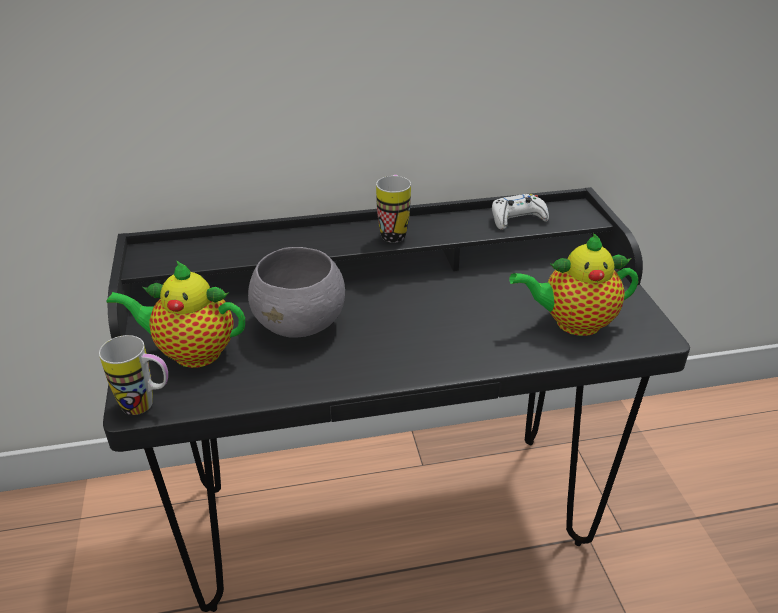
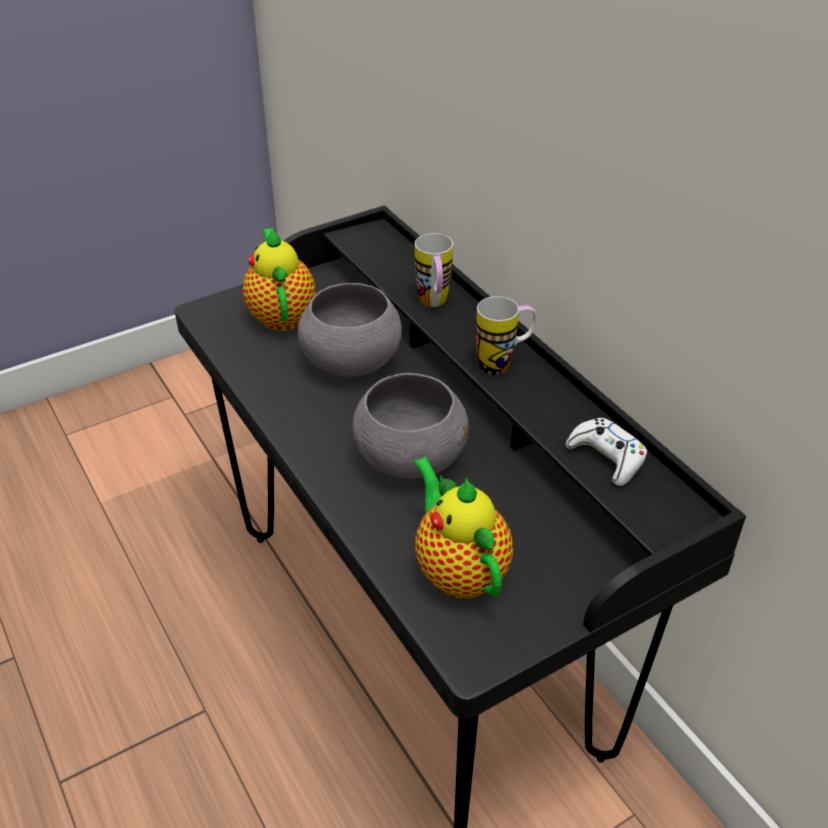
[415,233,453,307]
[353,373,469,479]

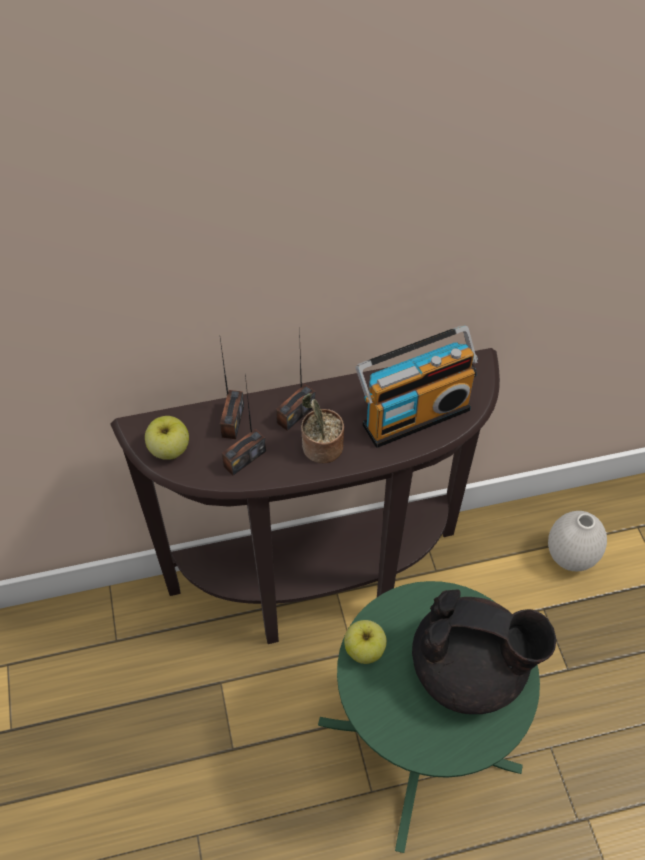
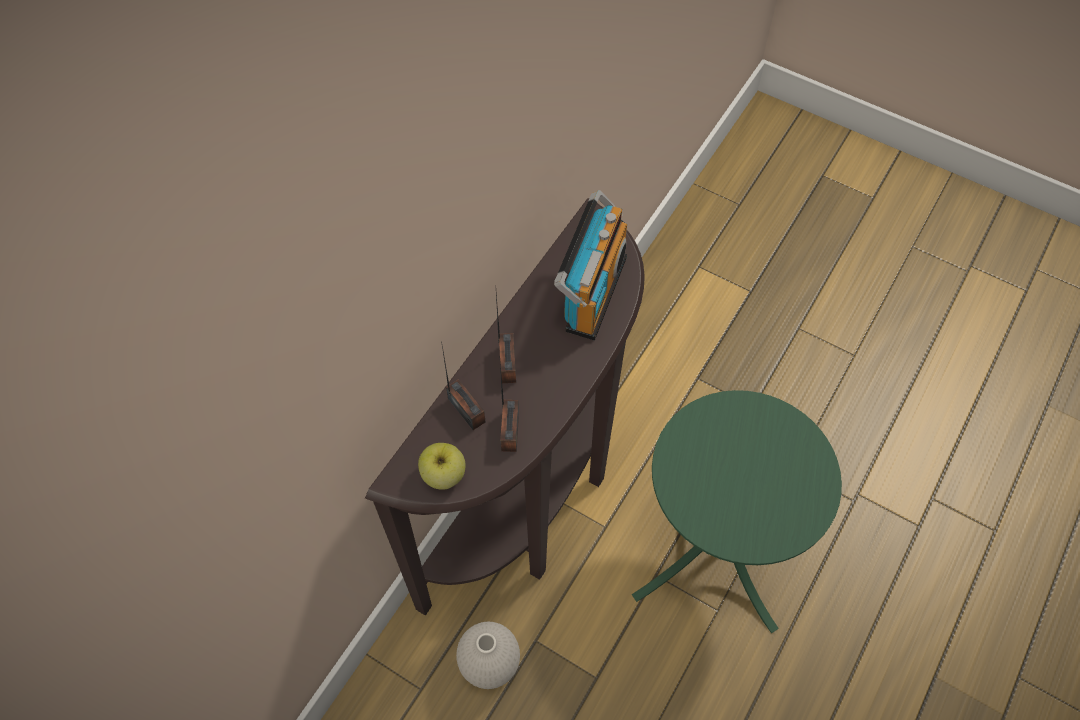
[301,393,344,463] (first image)
[456,622,520,689]
[412,589,556,714] (first image)
[344,620,387,664] (first image)

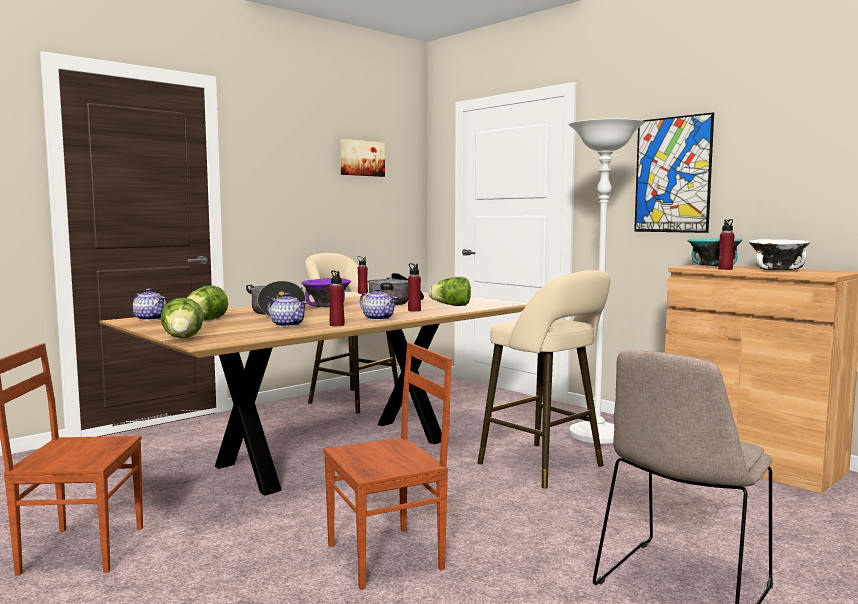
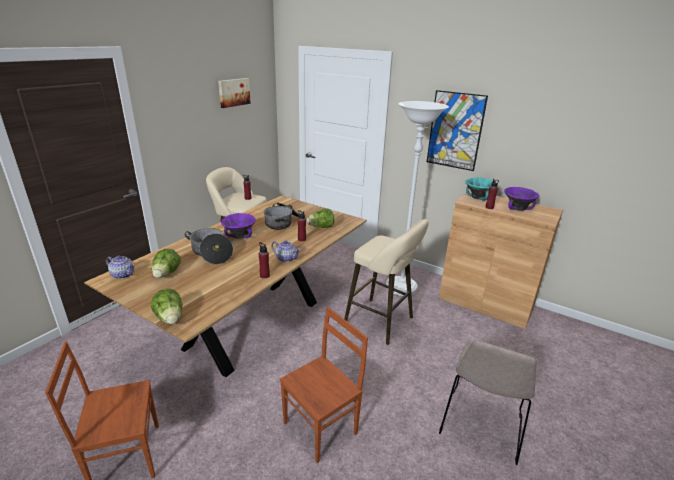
[504,187,539,211]
[267,293,307,327] (first image)

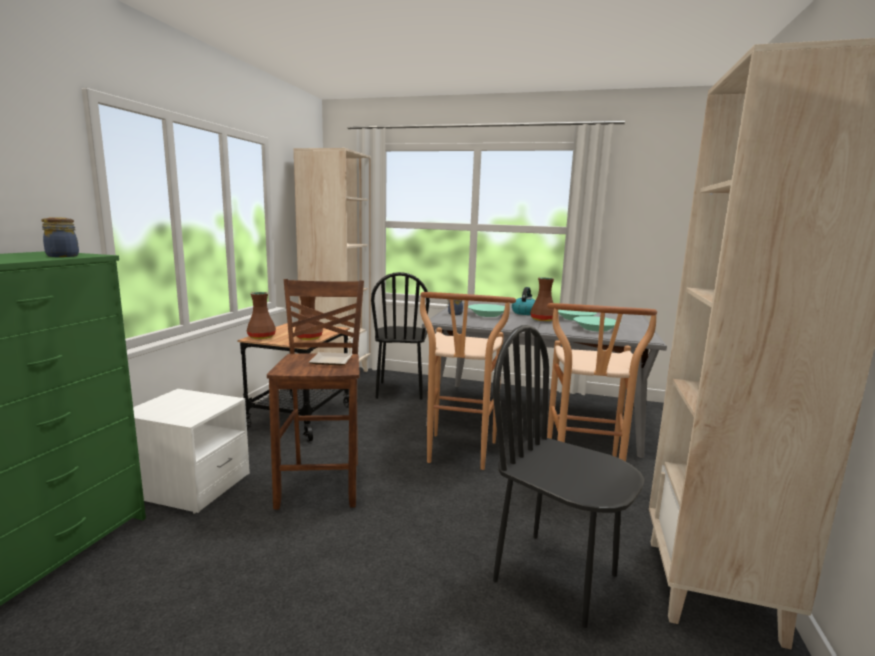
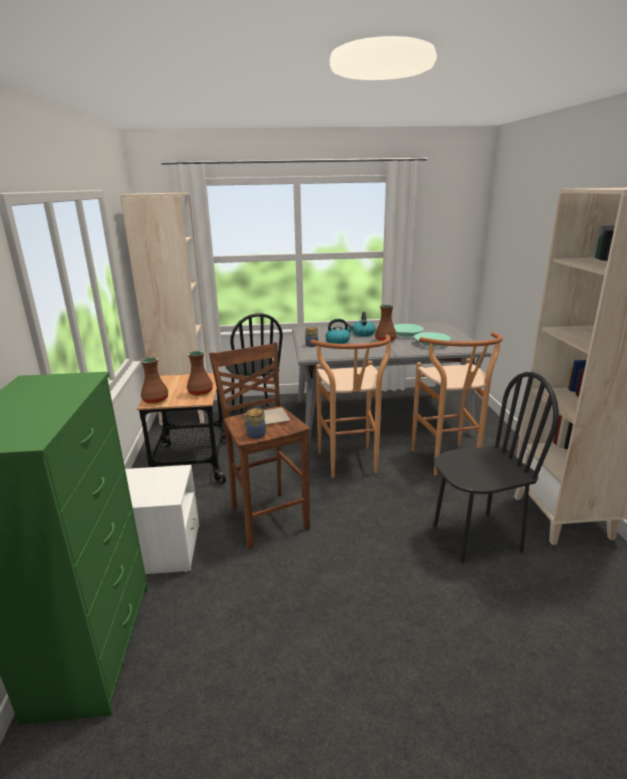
[244,408,266,439]
[326,319,354,344]
[434,372,559,563]

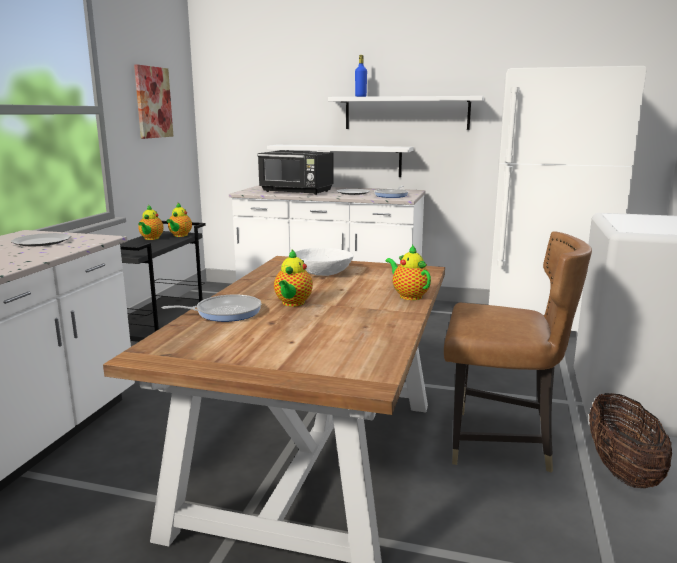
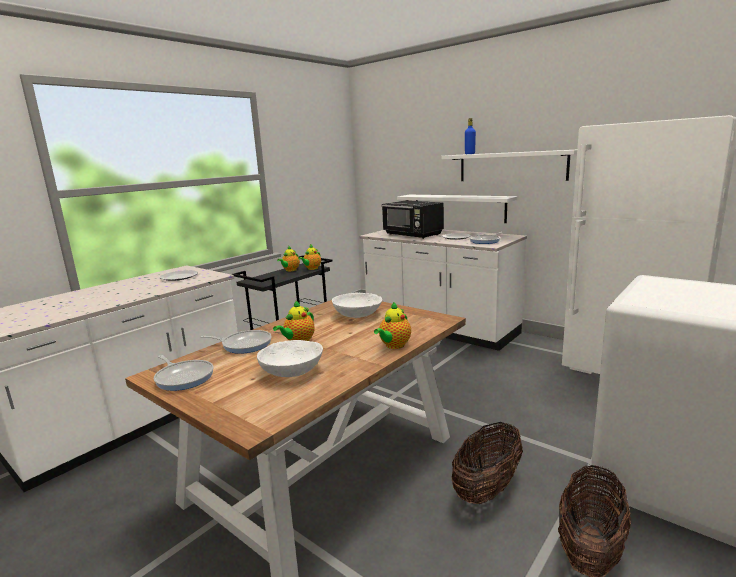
[134,65,173,139] (first image)
[452,422,523,504]
[374,302,411,349]
[257,340,323,377]
[154,355,214,391]

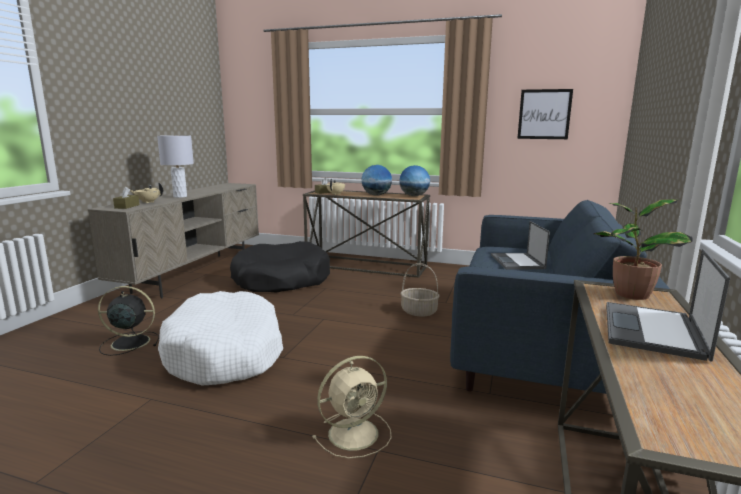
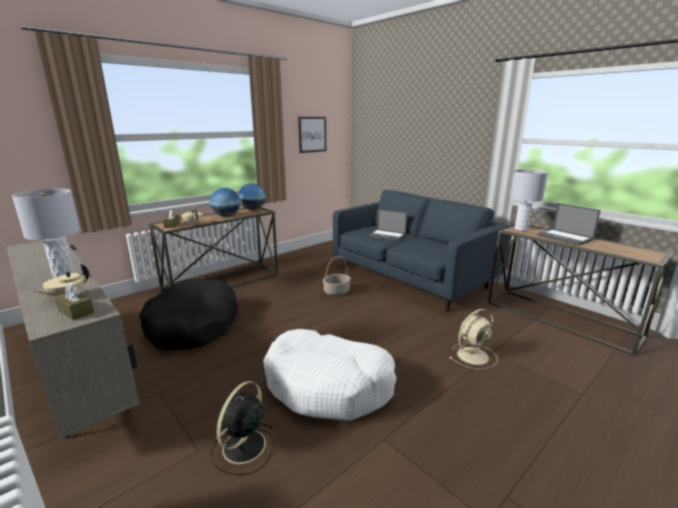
[510,169,548,231]
[449,309,498,370]

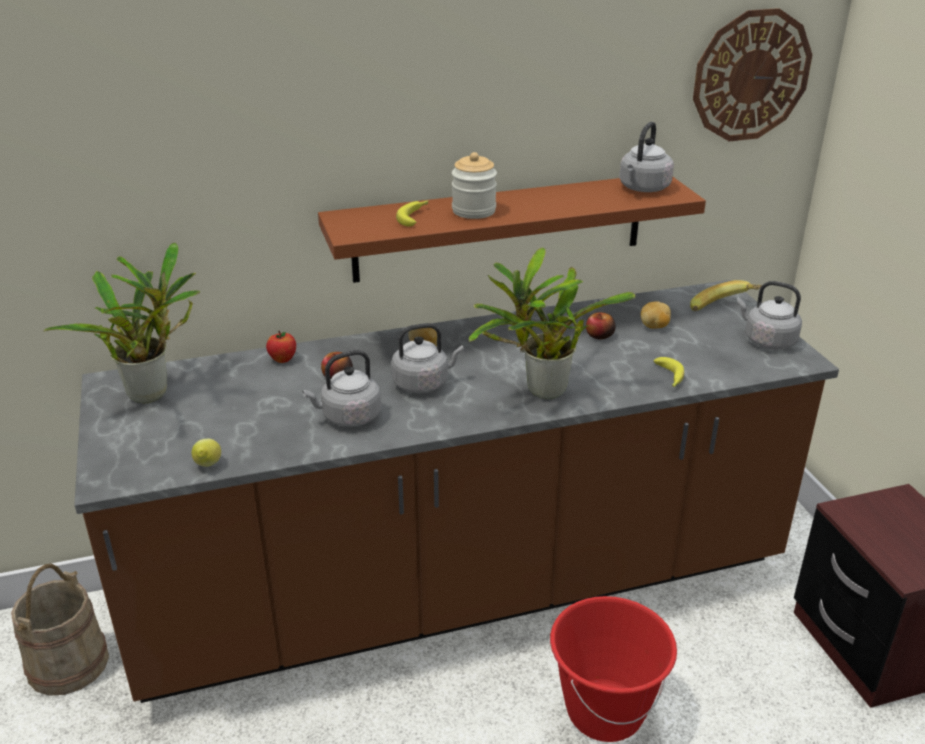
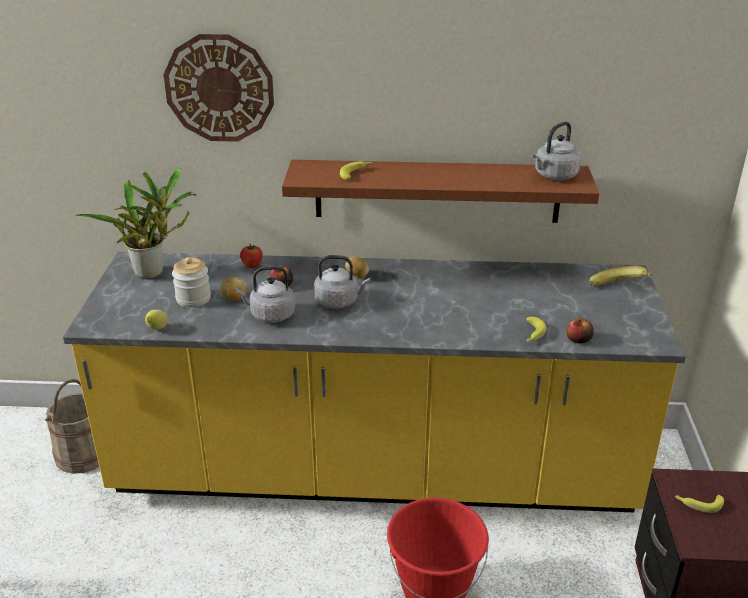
[163,34,274,142]
[172,257,211,307]
[469,247,636,399] (first image)
[63,252,686,512]
[737,281,802,350] (first image)
[220,277,247,301]
[566,319,594,343]
[675,495,724,513]

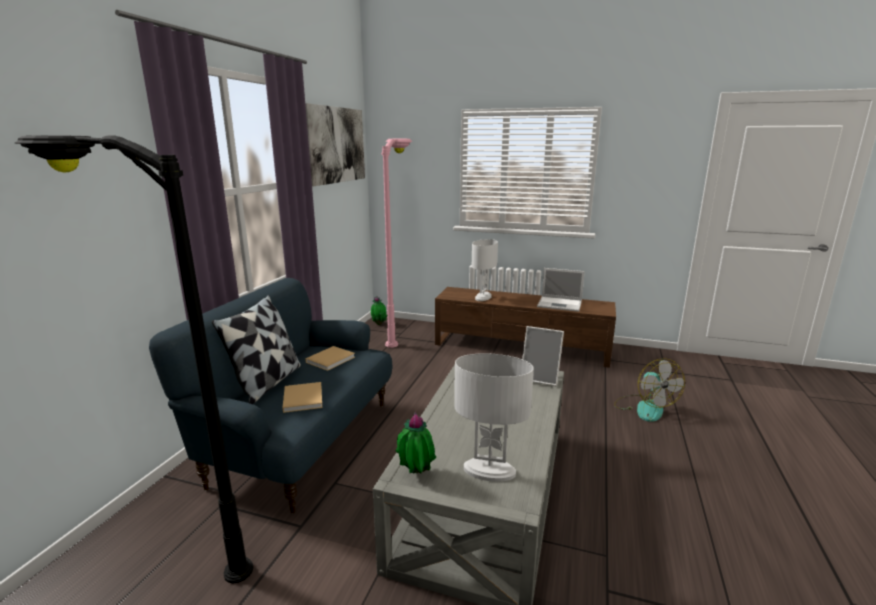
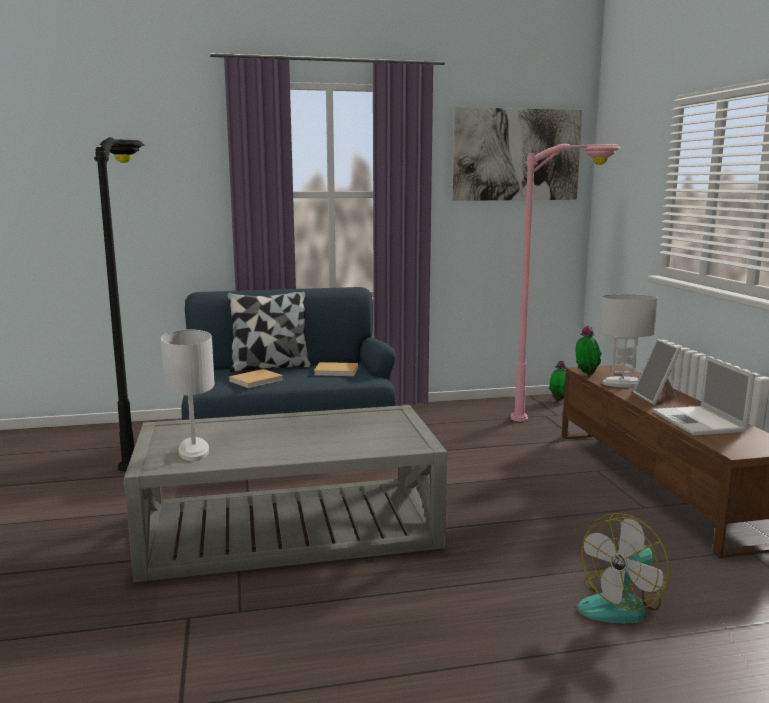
[633,339,681,405]
[575,326,602,375]

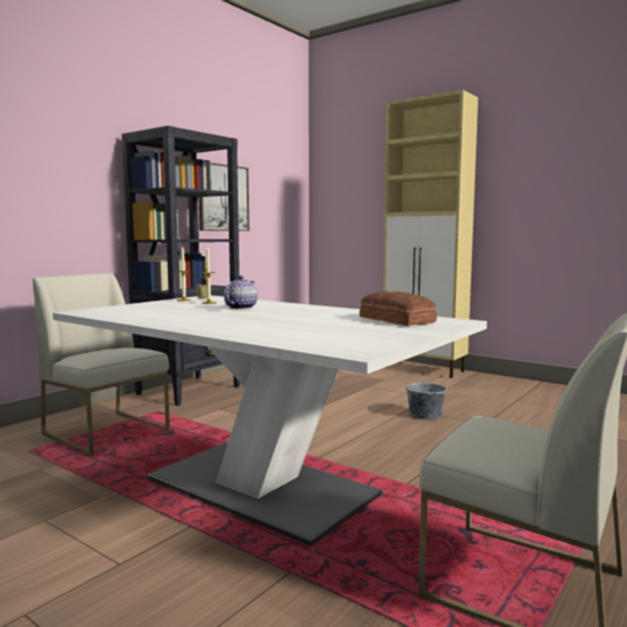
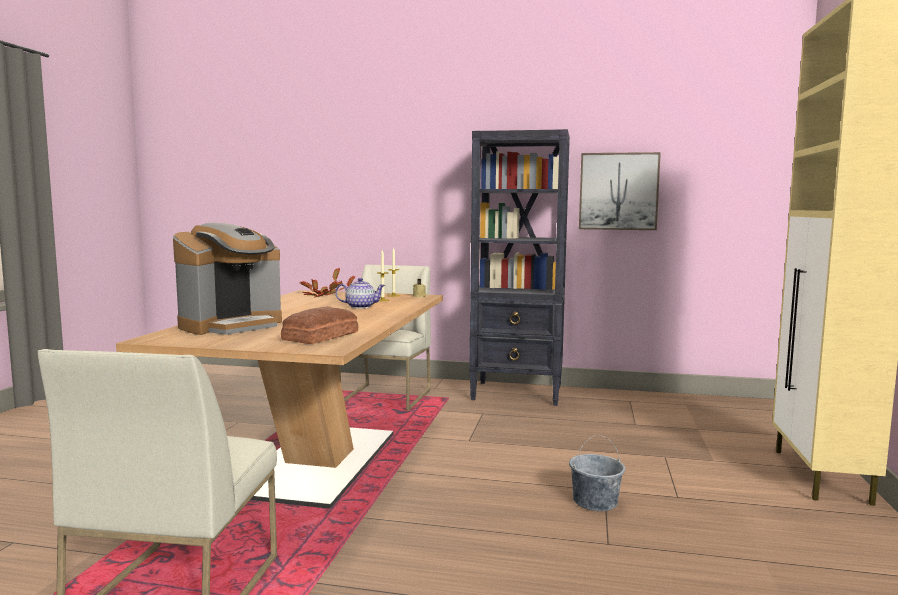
[116,290,443,509]
[173,223,282,335]
[300,268,355,297]

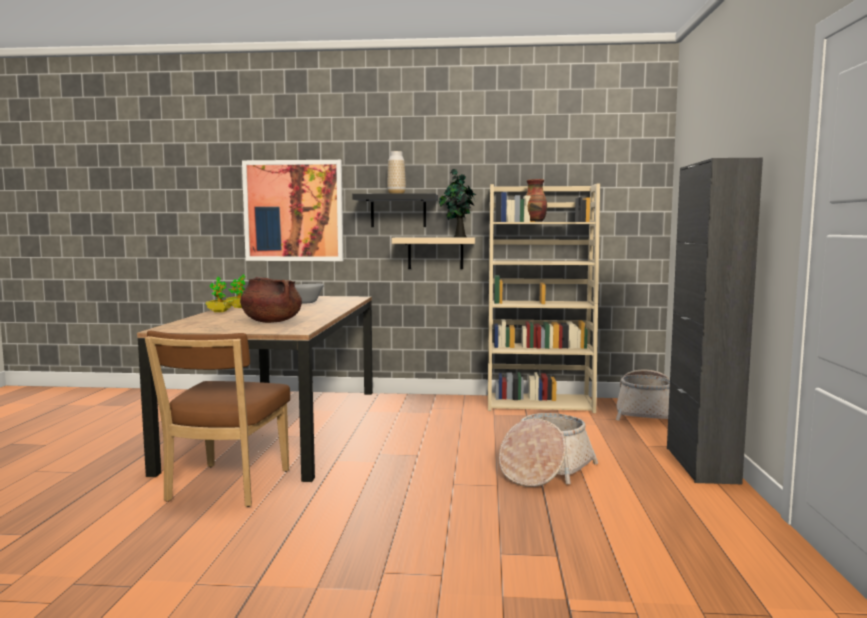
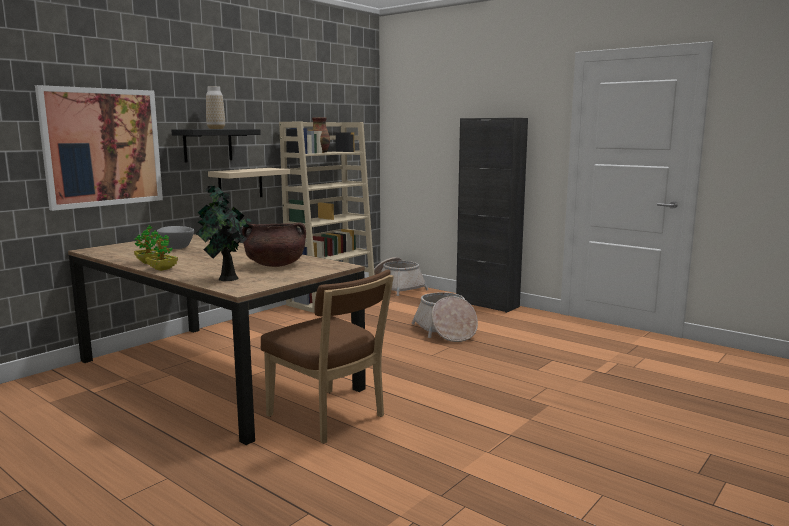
[196,184,254,281]

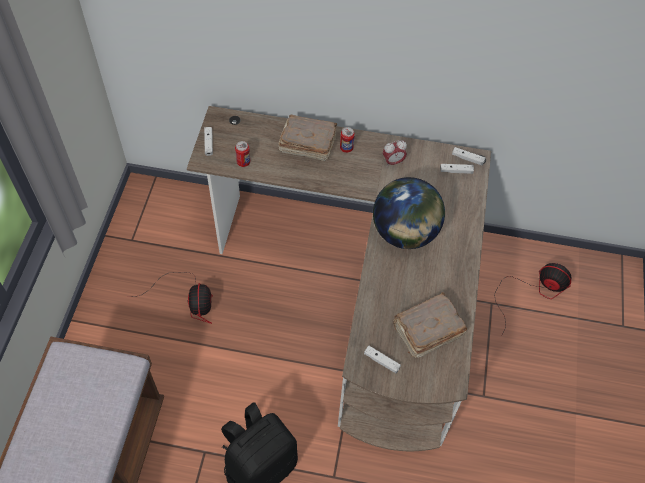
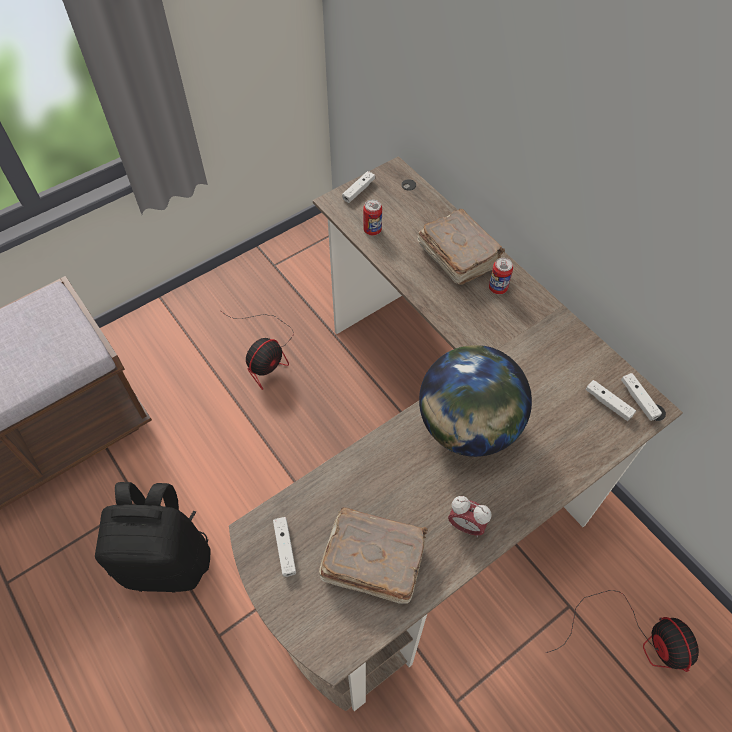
[448,496,492,537]

